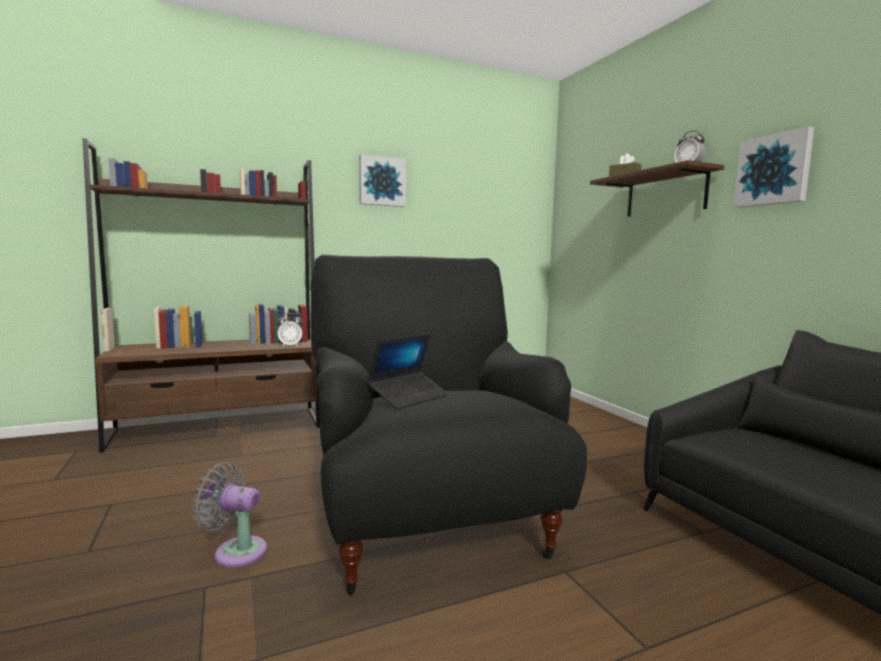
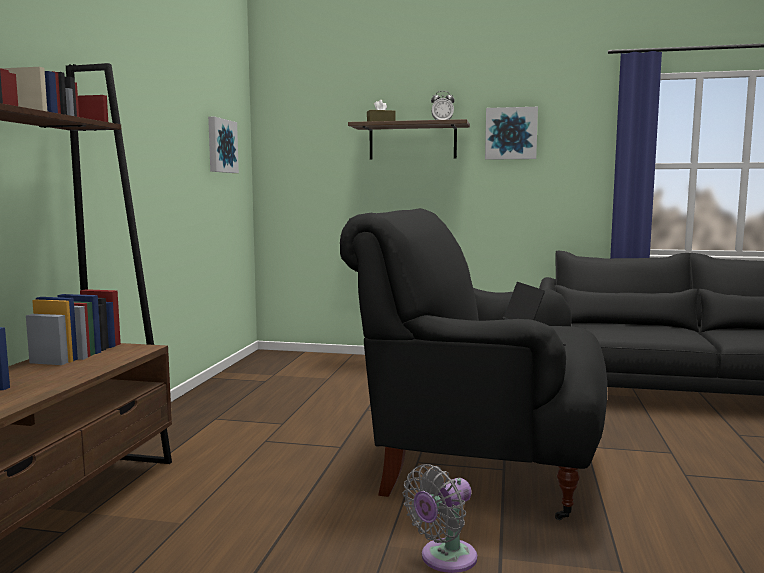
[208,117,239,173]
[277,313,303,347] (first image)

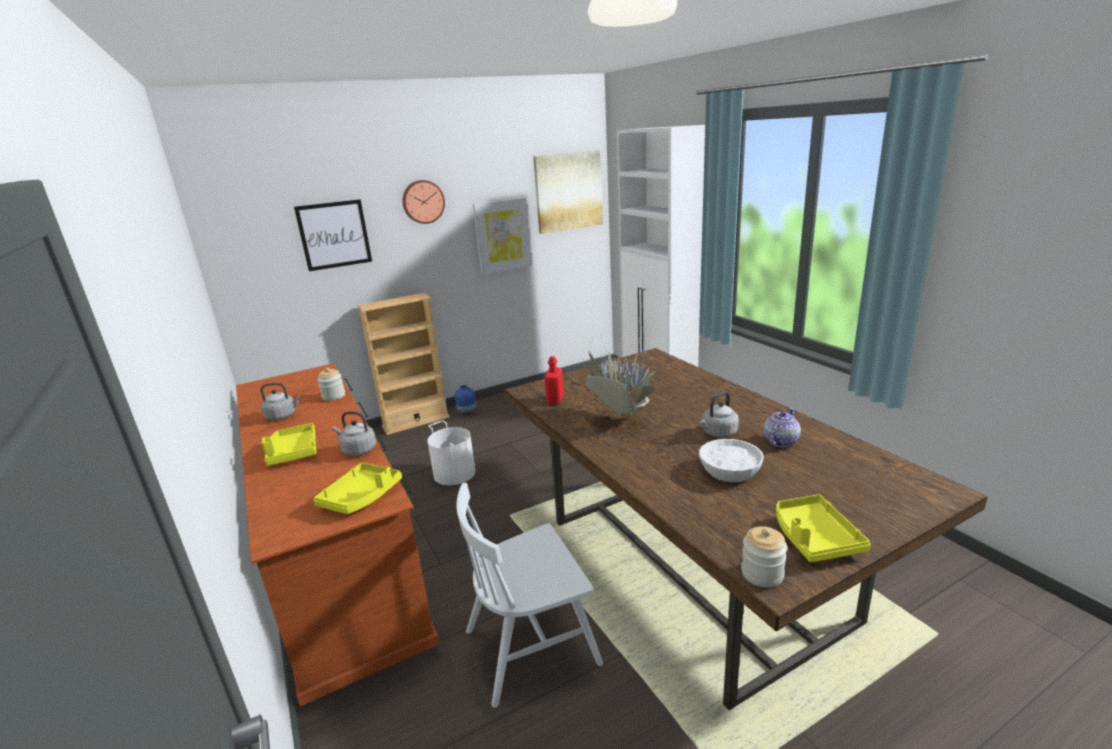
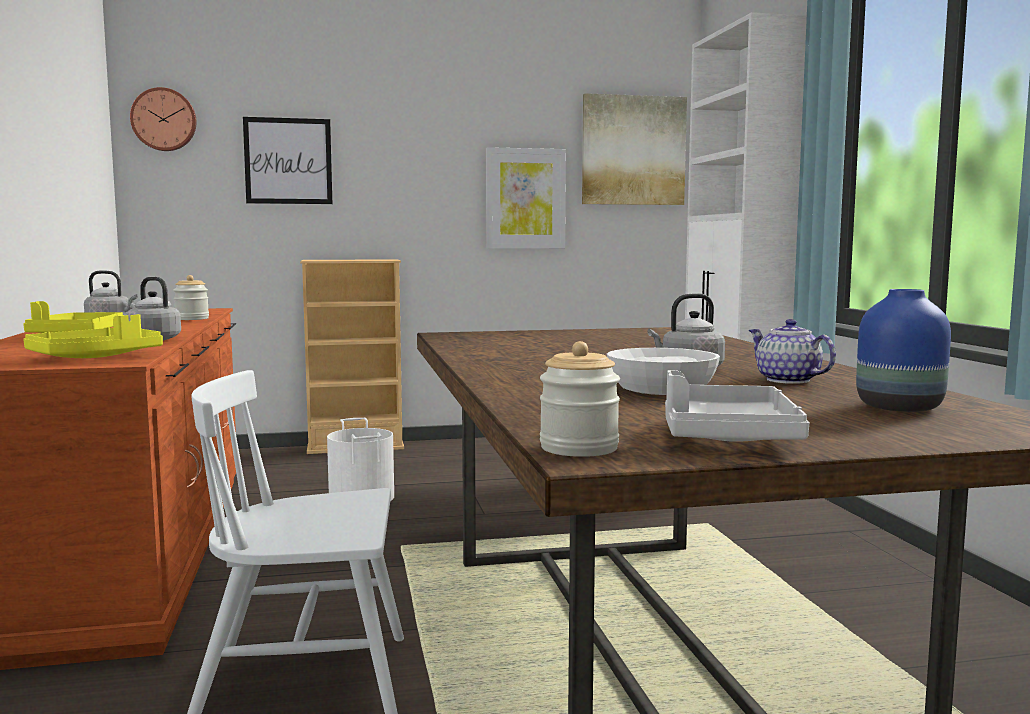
[130,87,197,151]
[583,331,662,419] (first image)
[544,356,564,404] (first image)
[856,289,951,412]
[749,319,836,384]
[665,370,810,442]

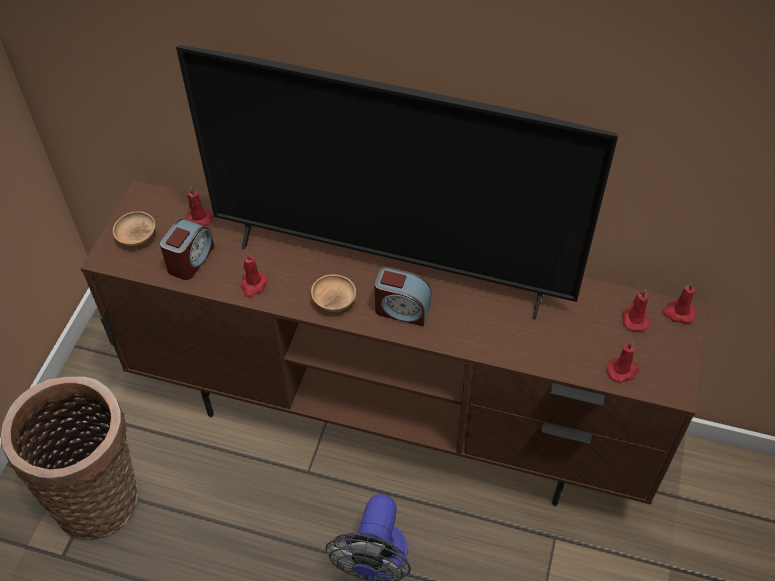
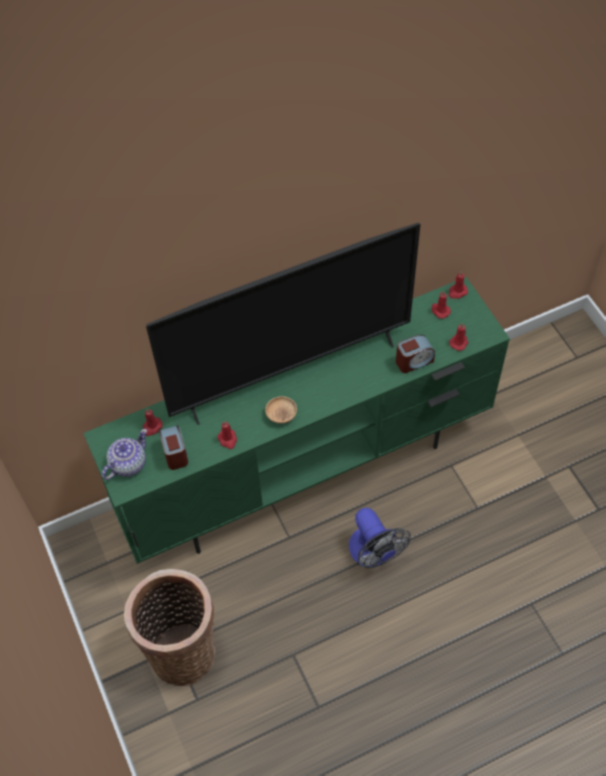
[83,277,510,564]
[102,429,147,480]
[396,335,435,373]

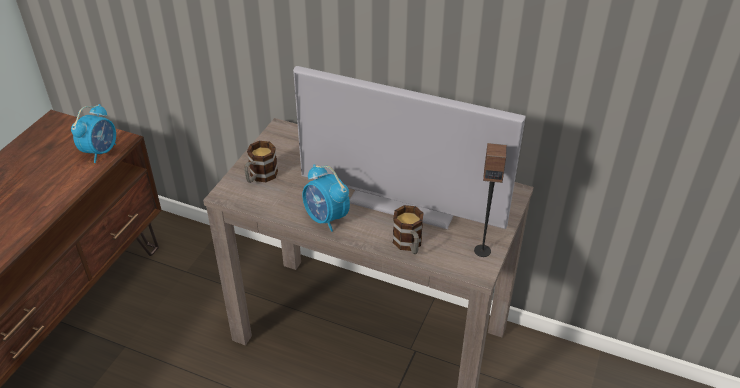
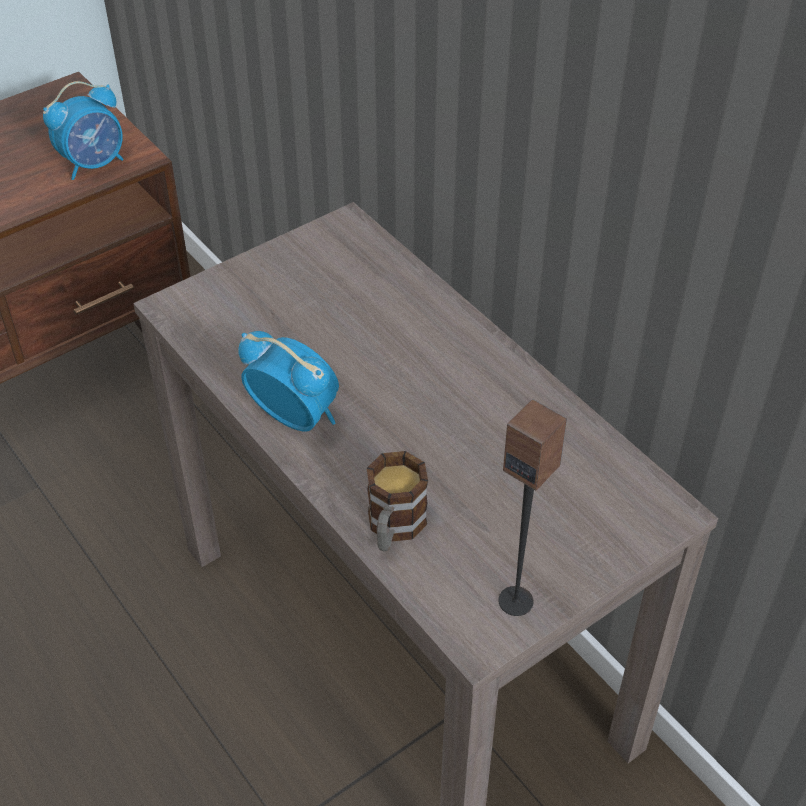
[293,66,526,229] (first image)
[244,141,278,183] (first image)
[238,331,339,432]

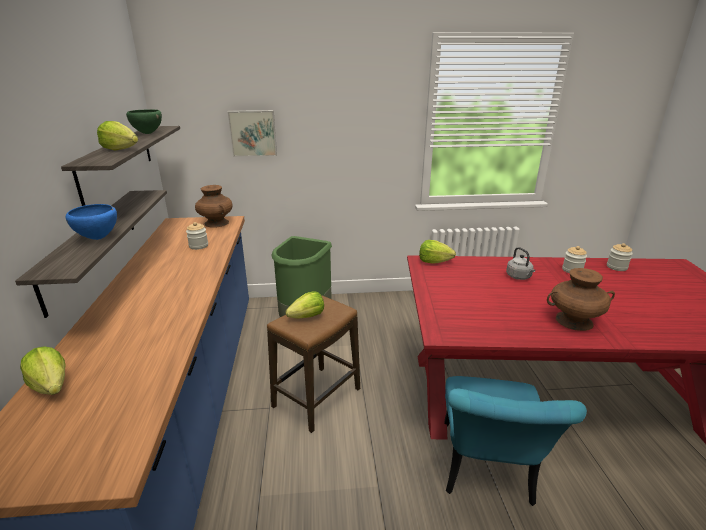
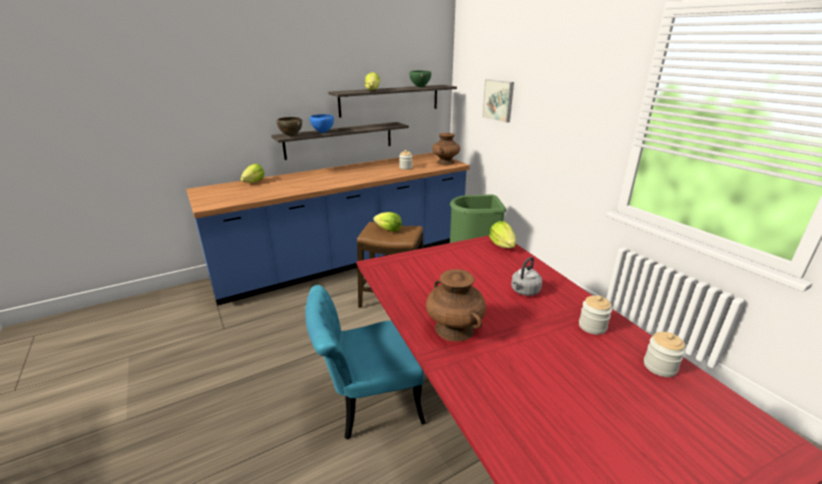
[277,117,302,136]

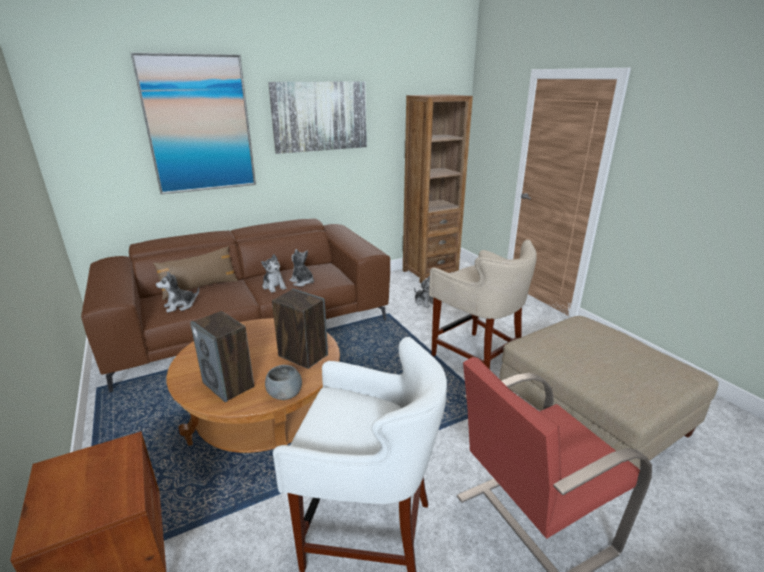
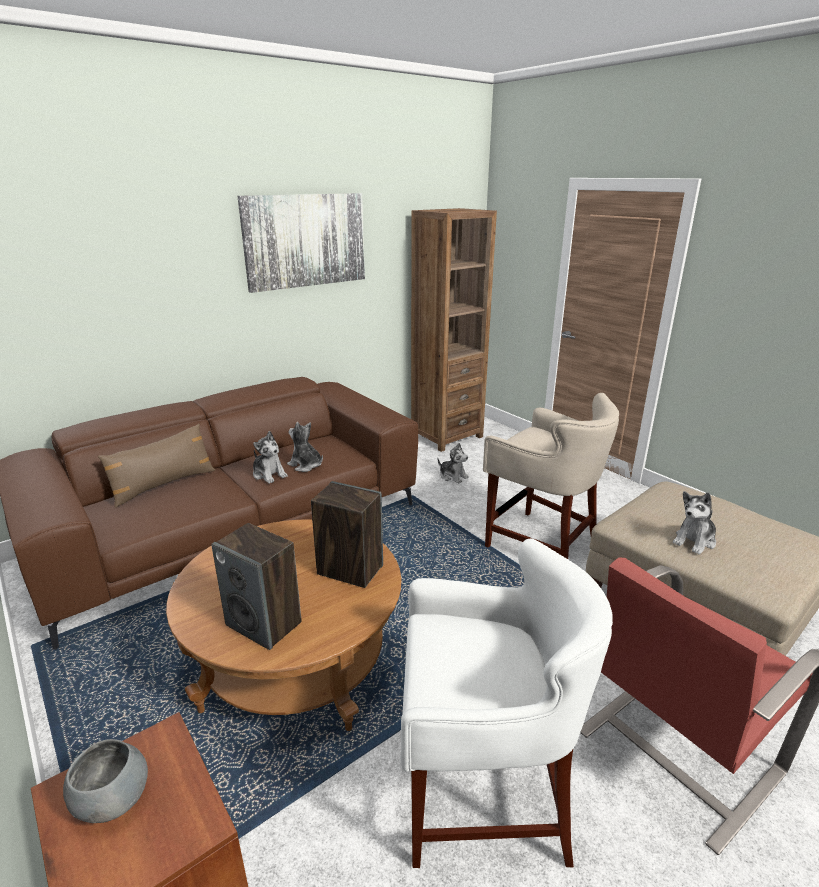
[131,52,256,194] (first image)
[673,491,716,554]
[63,739,148,823]

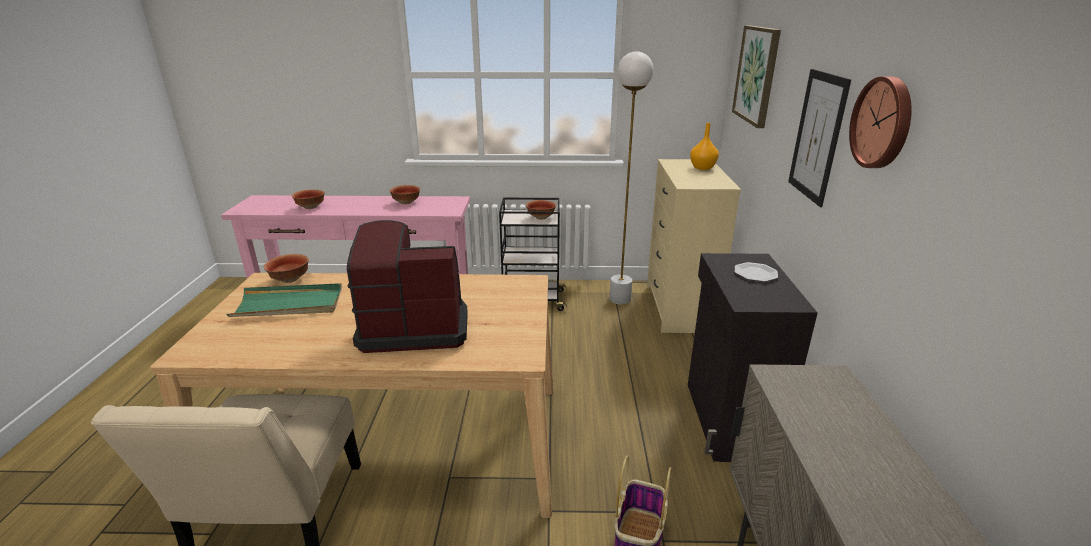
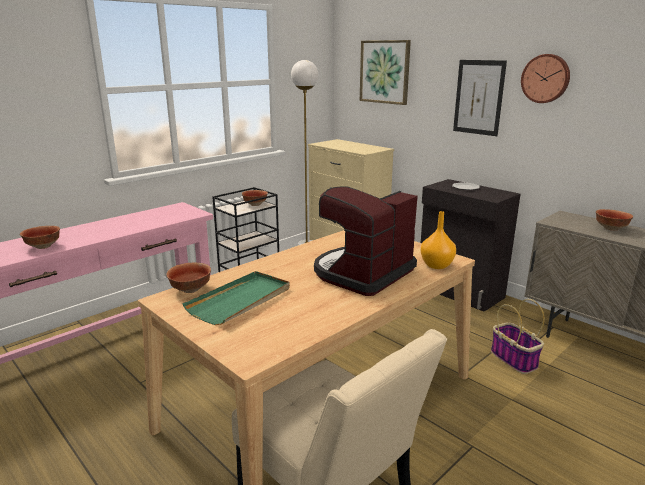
[421,211,456,269]
[596,209,633,231]

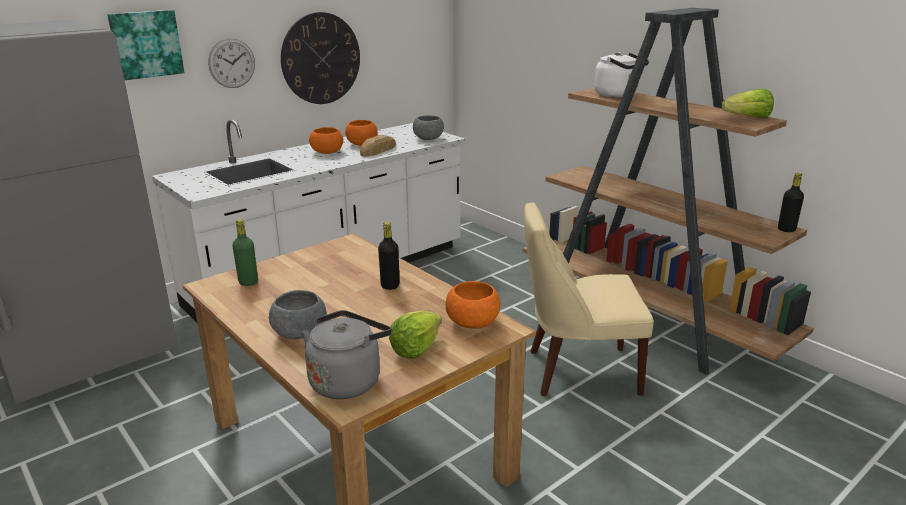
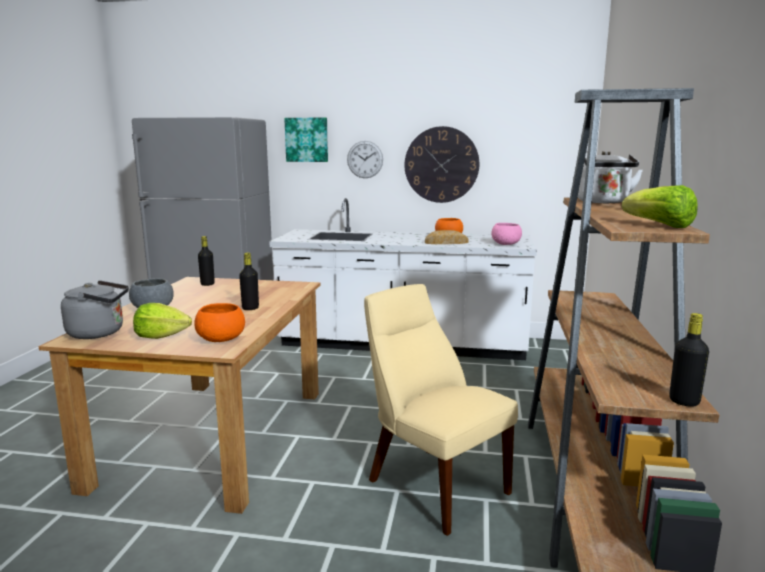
[492,223,522,245]
[309,127,343,154] (first image)
[198,236,215,286]

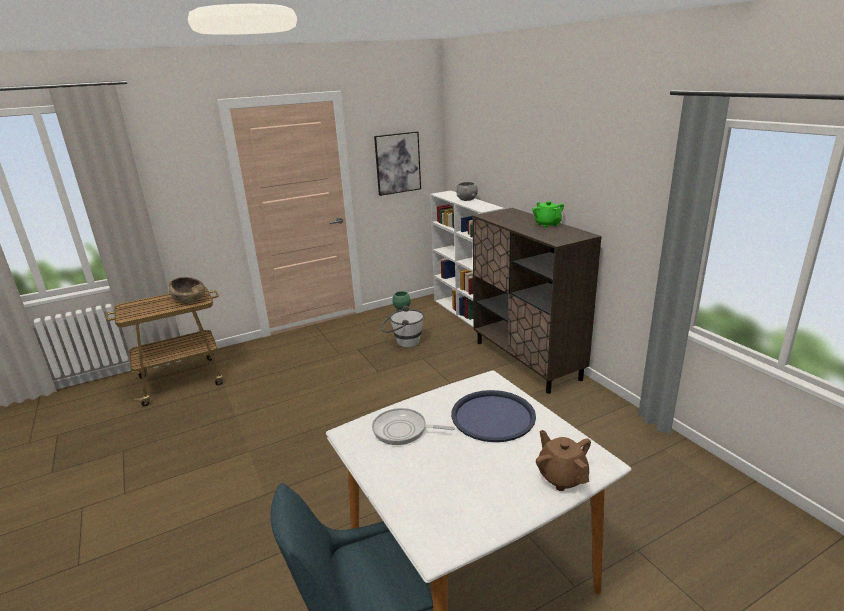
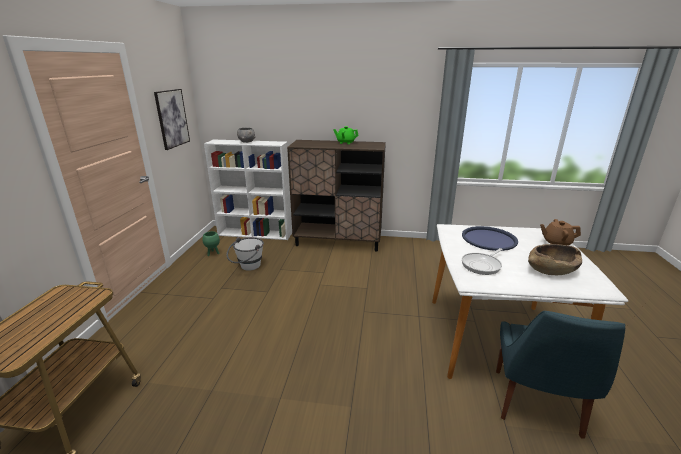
[528,244,582,275]

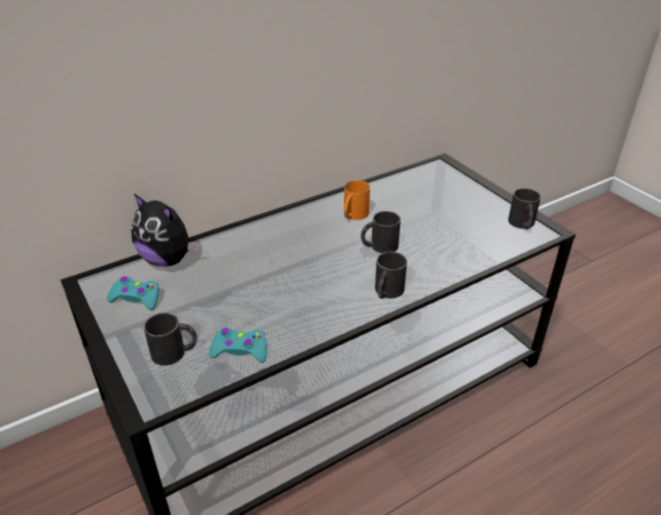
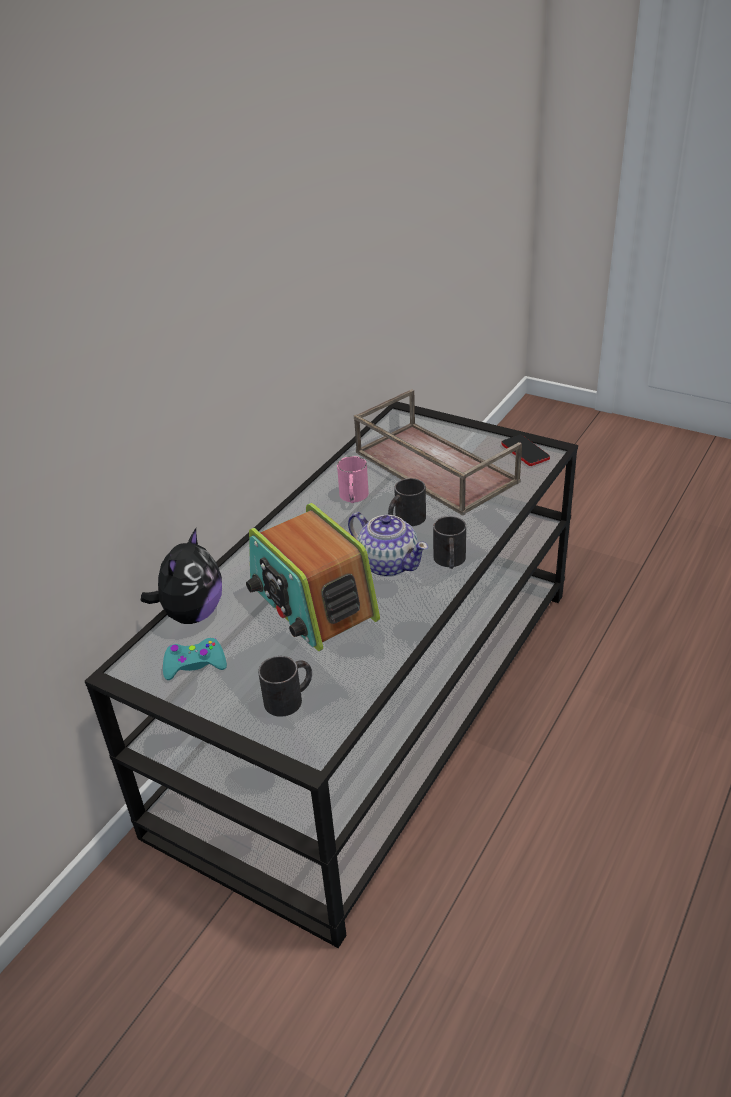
[337,456,369,503]
[501,435,550,466]
[141,528,222,624]
[209,327,267,363] (first image)
[354,389,522,516]
[246,503,380,651]
[348,512,428,577]

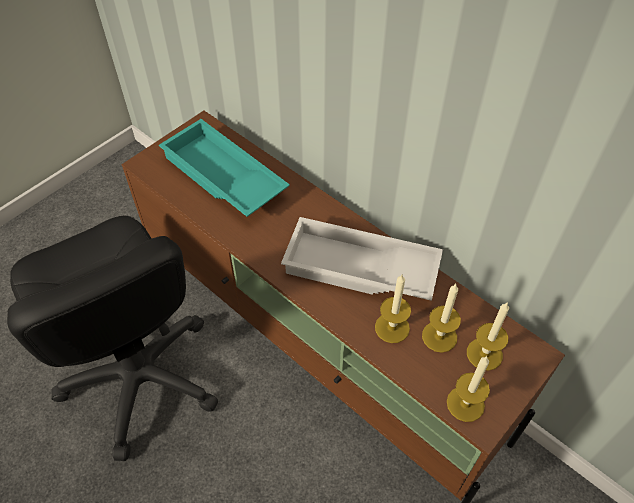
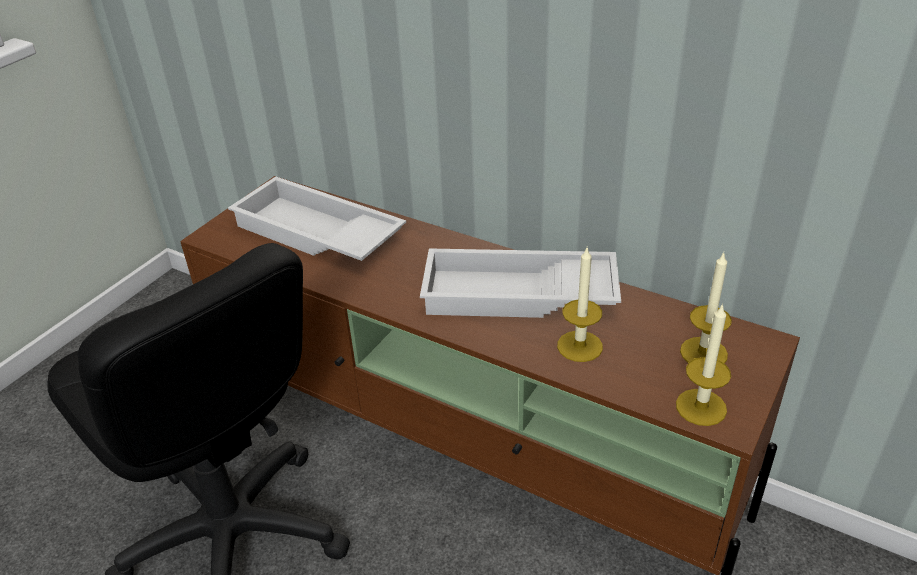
[228,176,406,261]
[422,284,461,353] (first image)

